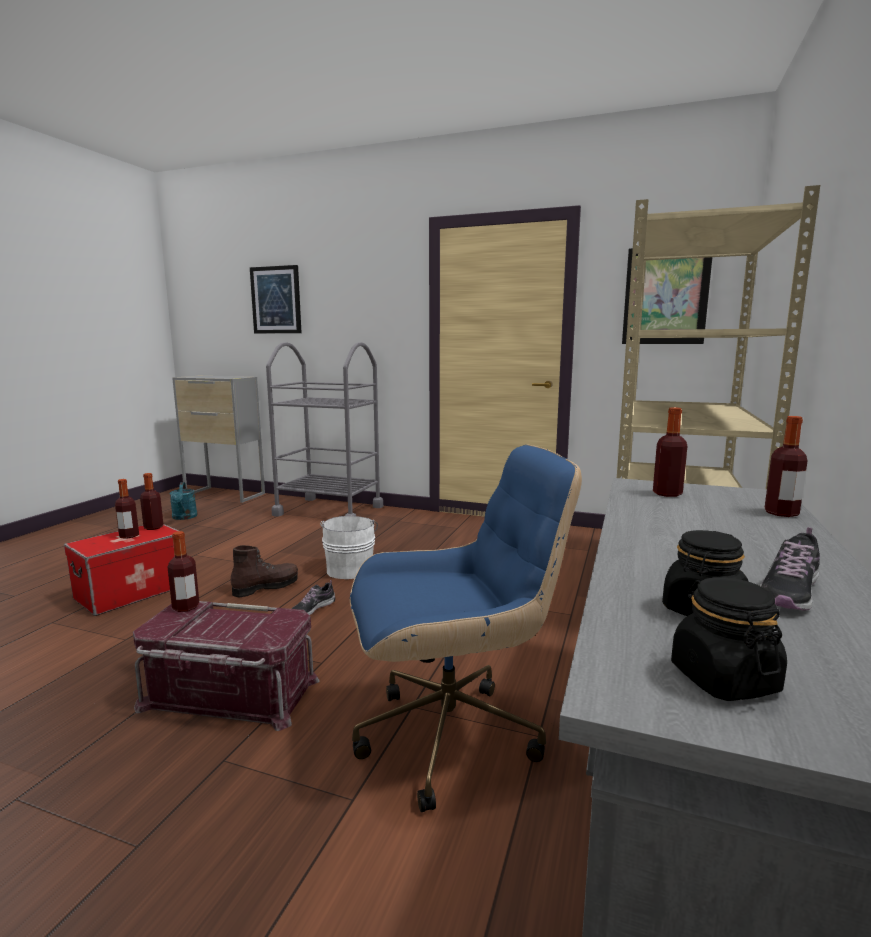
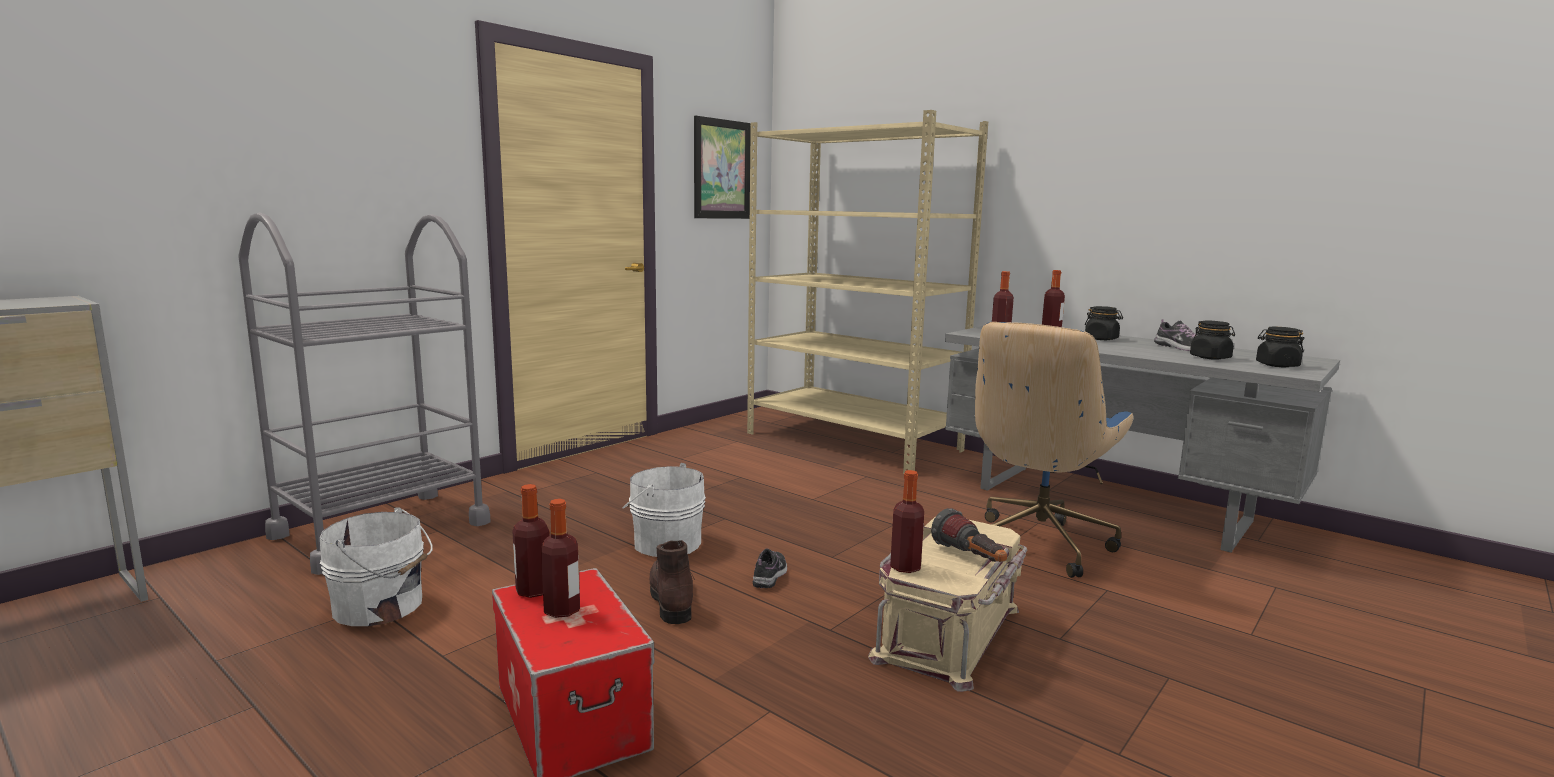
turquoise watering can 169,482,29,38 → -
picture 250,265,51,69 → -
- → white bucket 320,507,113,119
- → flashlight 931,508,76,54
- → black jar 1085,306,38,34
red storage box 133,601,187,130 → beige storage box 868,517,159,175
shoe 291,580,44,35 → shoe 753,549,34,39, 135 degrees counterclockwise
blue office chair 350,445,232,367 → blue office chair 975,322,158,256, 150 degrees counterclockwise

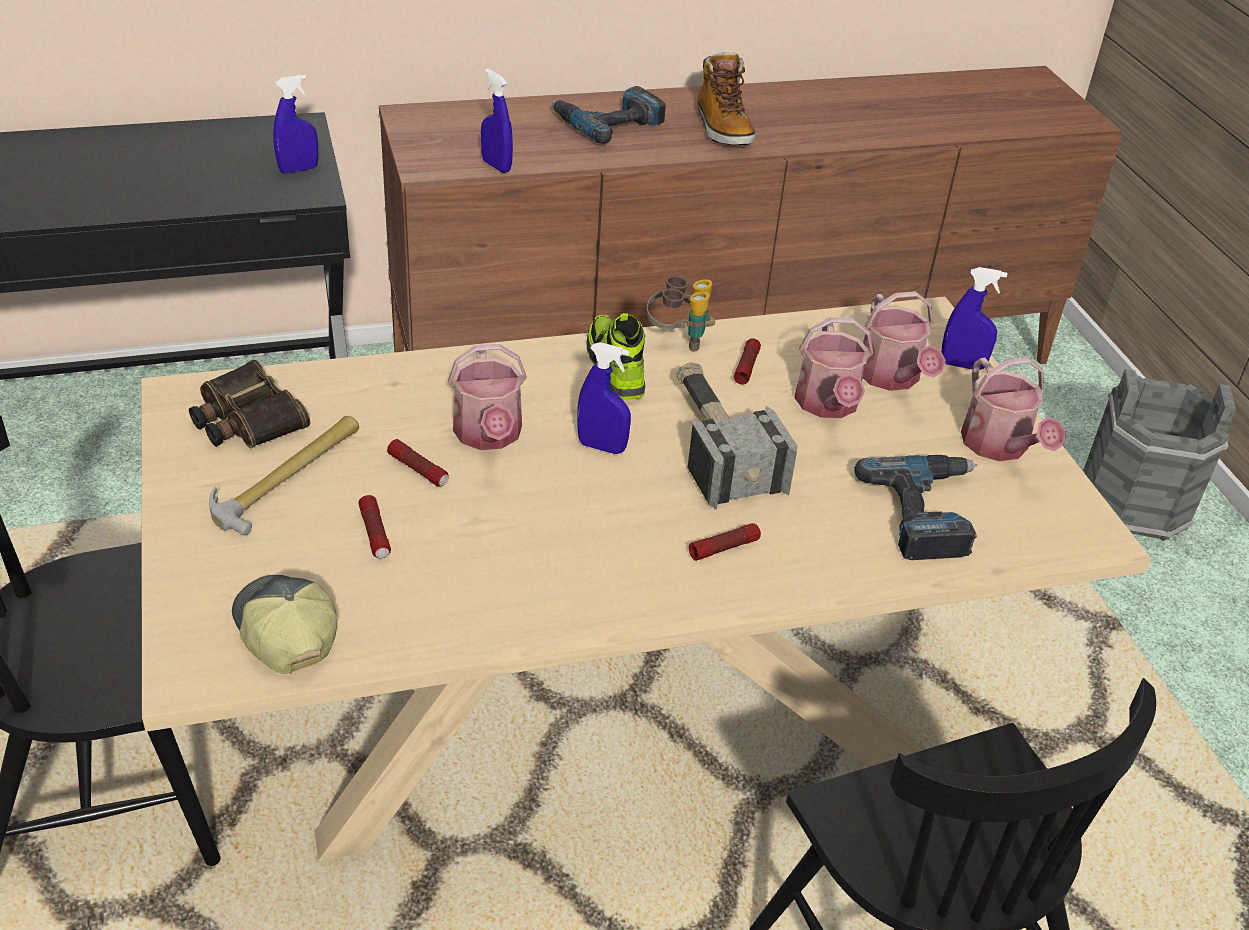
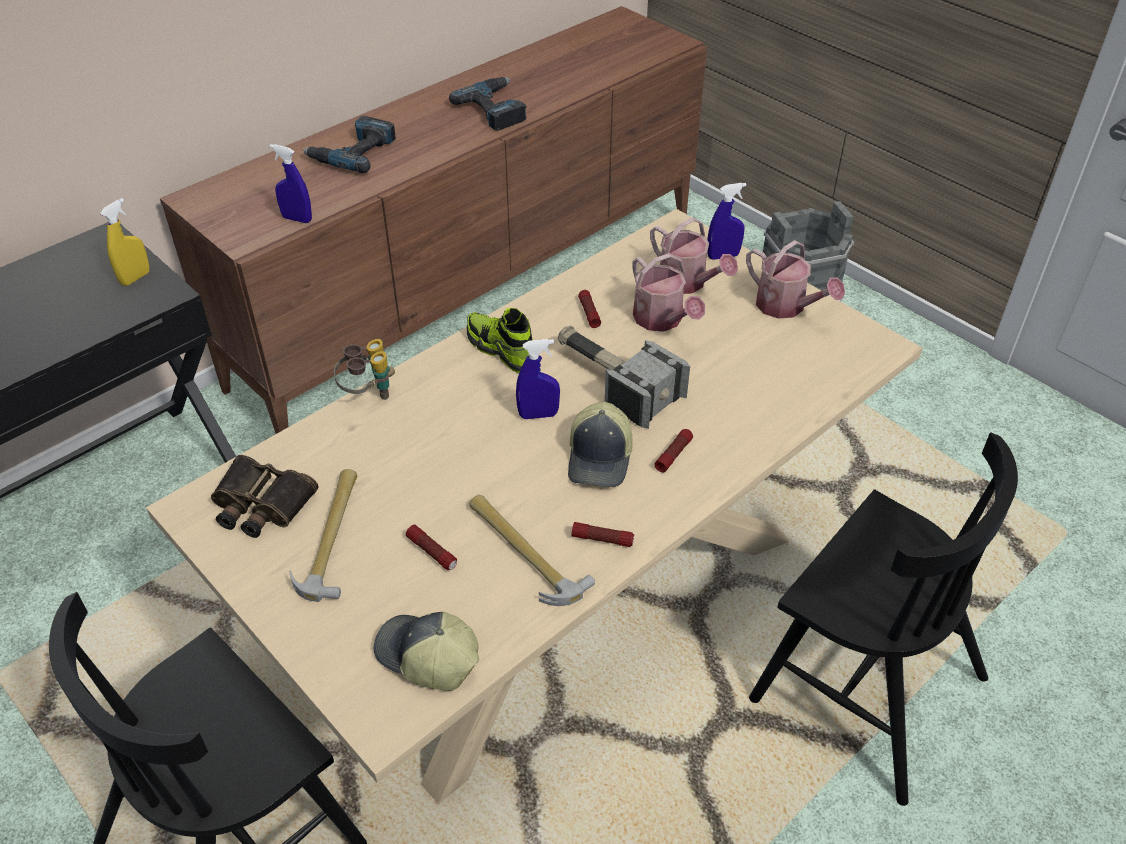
watering can 448,344,79,106 → -
boot 697,52,59,93 → -
- → hammer 469,495,126,111
- → cap 568,402,65,85
flashlight 387,439,62,48 → flashlight 571,522,63,25, shifted
binoculars 646,276,69,76 → binoculars 334,339,61,61, shifted
power drill 854,455,124,105 → power drill 449,77,78,54, shifted
blue spray bottle 273,75,45,99 → yellow spray bottle 100,198,49,88

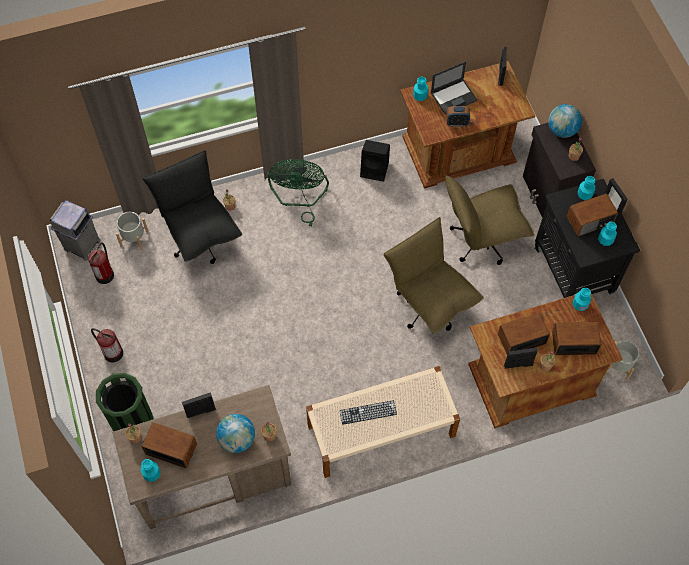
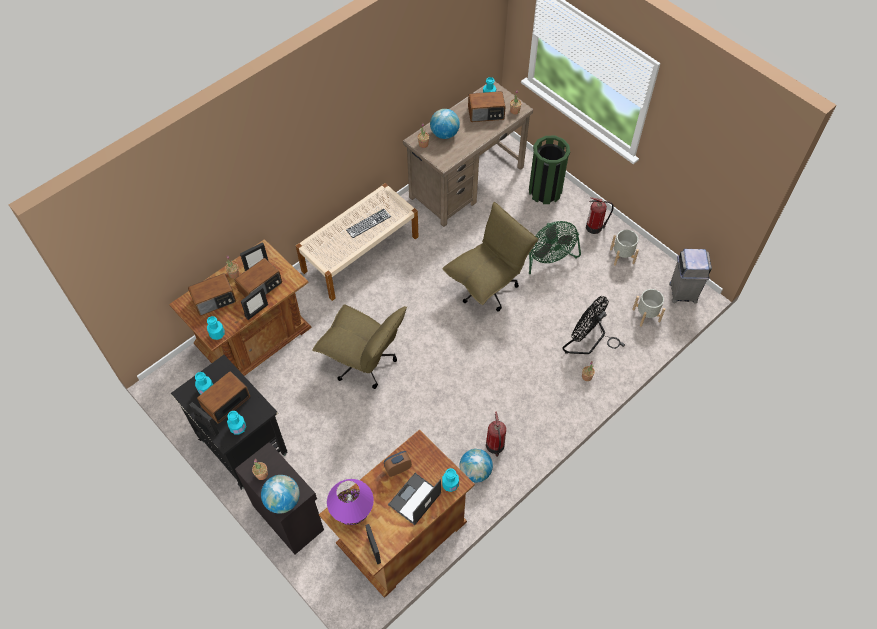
- → purple table lamp 327,479,47,46
fire extinguisher 88,242,26,42 → fire extinguisher 486,411,20,46, shifted
picture frame 182,392,34,26 → picture frame 241,286,27,34, shifted
green fan 267,159,62,68 → green fan 529,221,52,53, shifted
beige office chair 445,175,90,90 → beige office chair 442,202,96,109, shifted
grey planter 605,340,34,40 → grey planter 610,230,29,36, shifted
black office chair 143,150,99,114 → black fan 563,296,62,58
black speaker 360,140,30,42 → globe 460,449,33,34

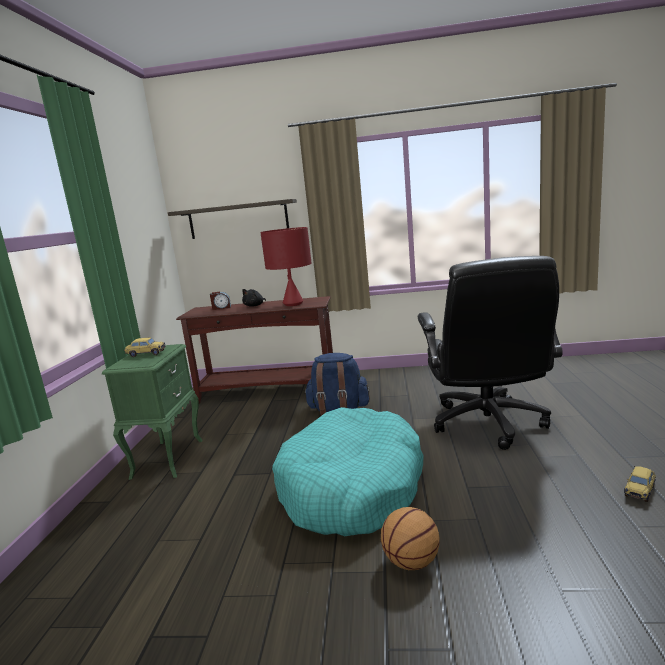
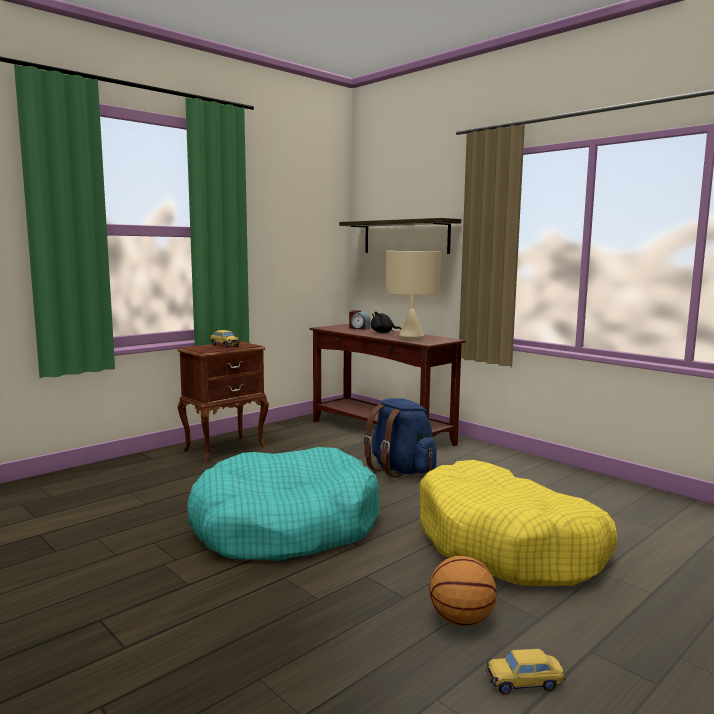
basketball 381,507,59,63 → basketball 429,556,68,70, shifted
black office chair 418,256,145,194 → yellow dog bed 420,460,198,126
green nightstand 102,344,101,136 → brown nightstand 178,341,91,122
red table lamp 260,227,51,79 → beige table lamp 386,251,55,89

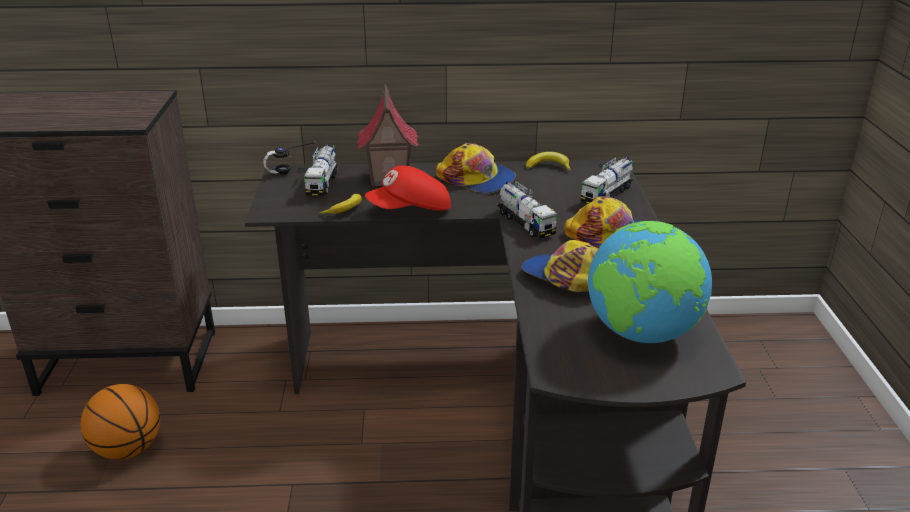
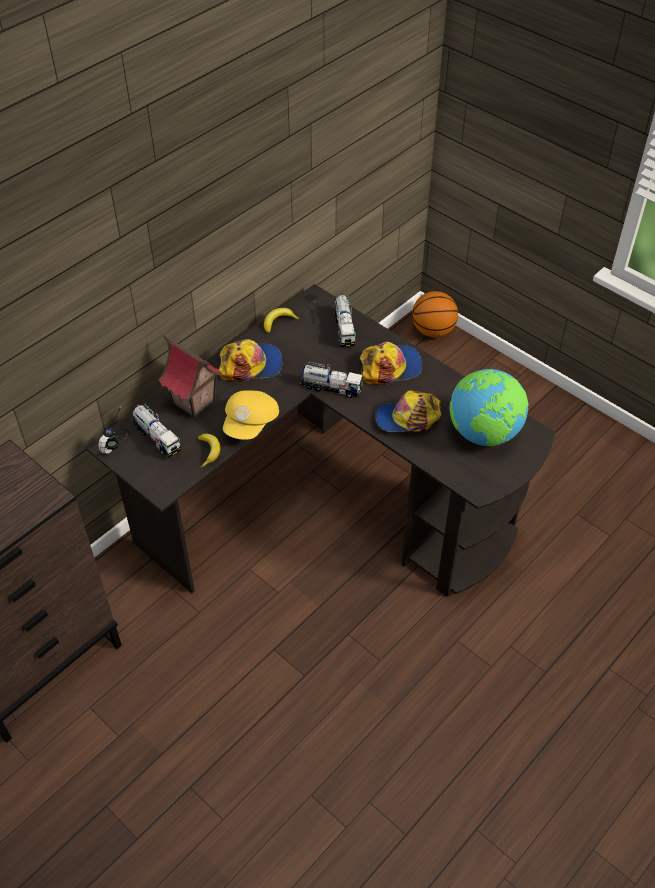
basketball 80,384,80,76 → basketball 412,291,46,46, shifted
red cap 365,165,86,46 → yellow cap 223,390,56,50

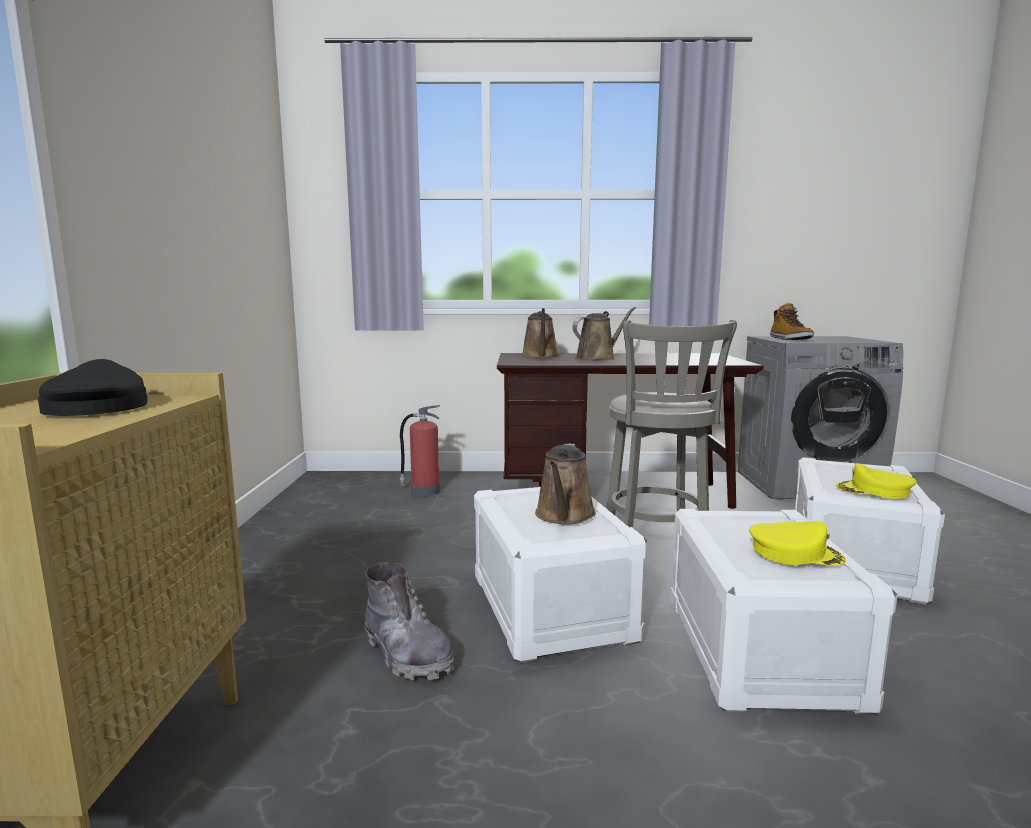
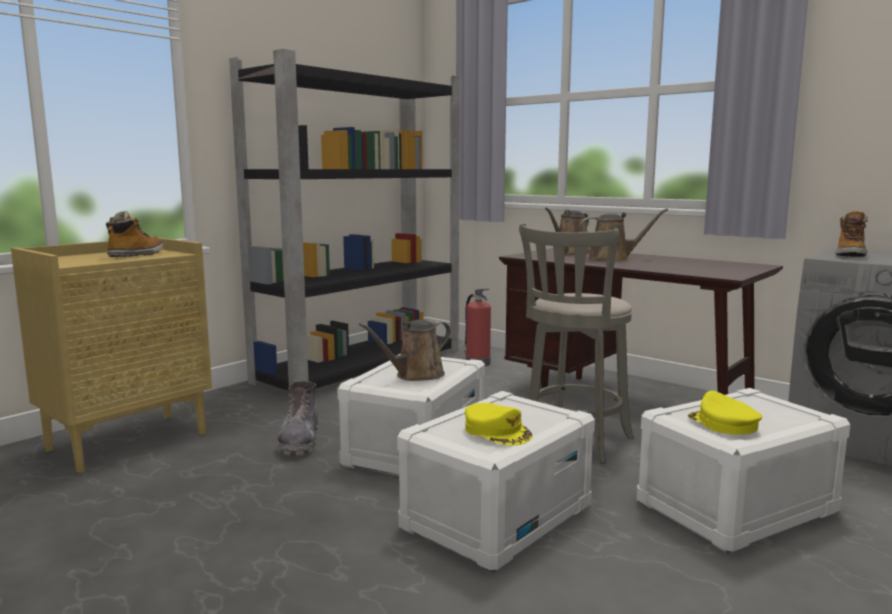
- → black bookcase 229,49,231,342
black cap 38,359,109,57 → boot 106,211,57,46

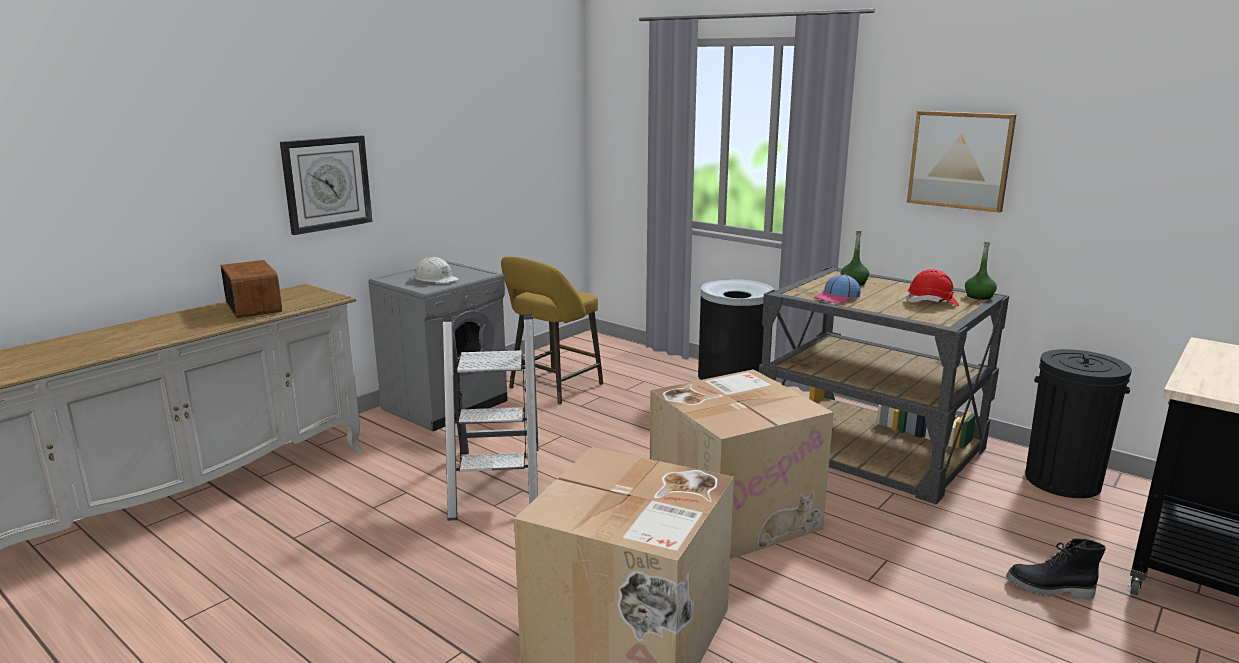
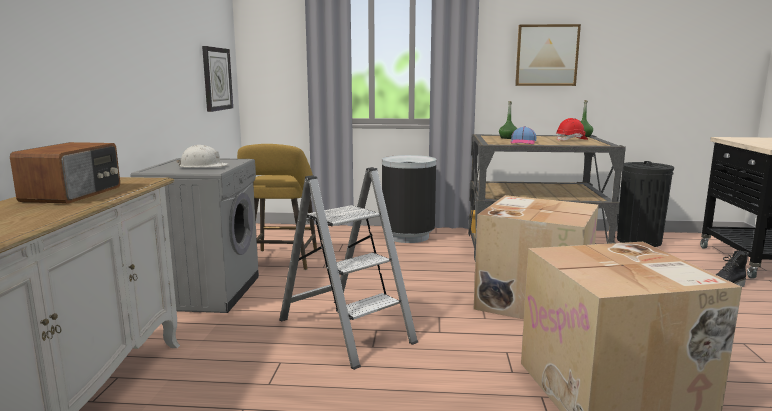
wall clock 280,136,92,99 → wall clock 202,46,31,66, shifted
radio 220,260,62,58 → radio 10,142,110,62, 75 degrees clockwise

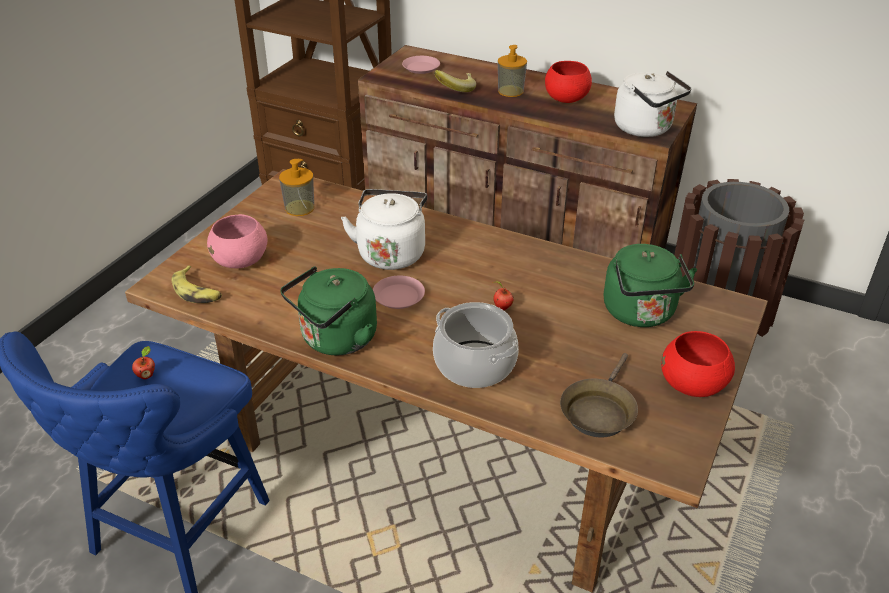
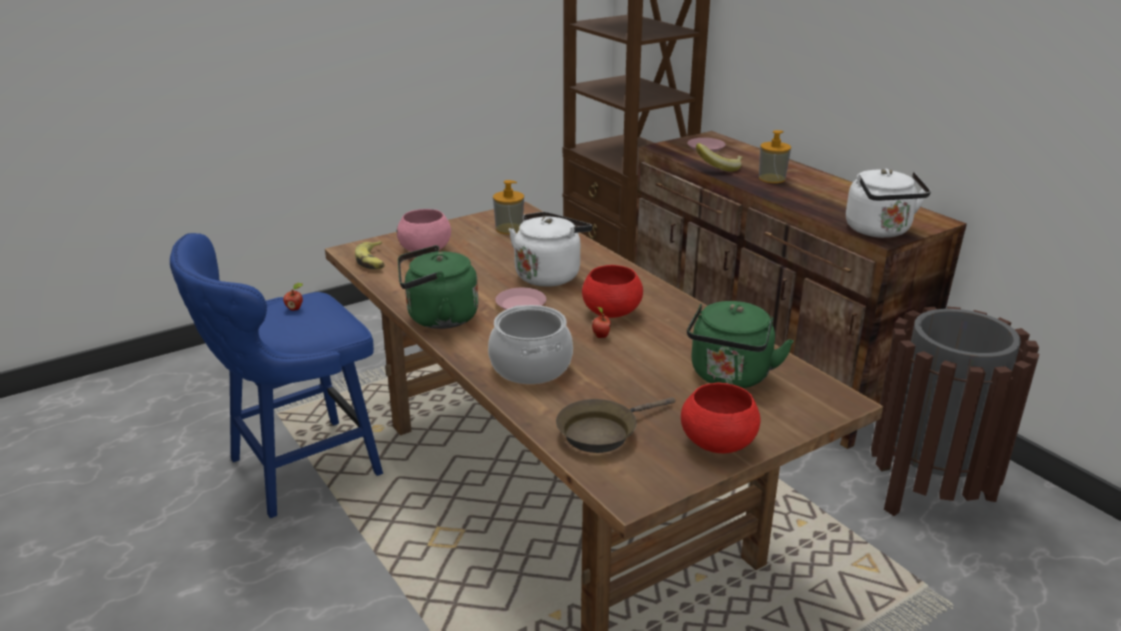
red bowl 545,61,47,42 → red bowl 582,265,61,53, shifted

